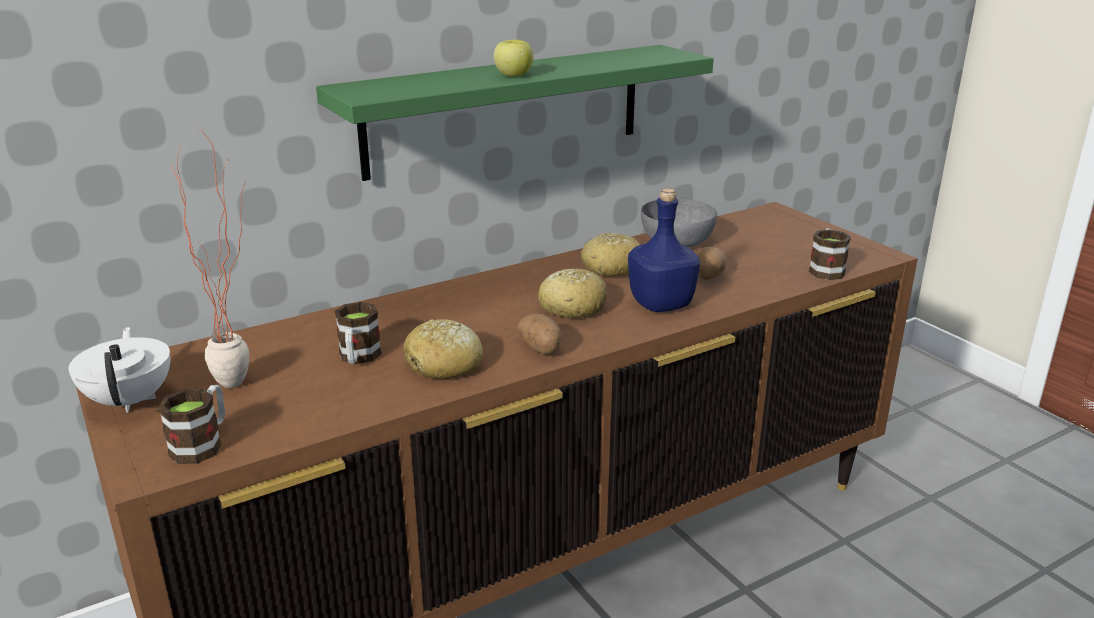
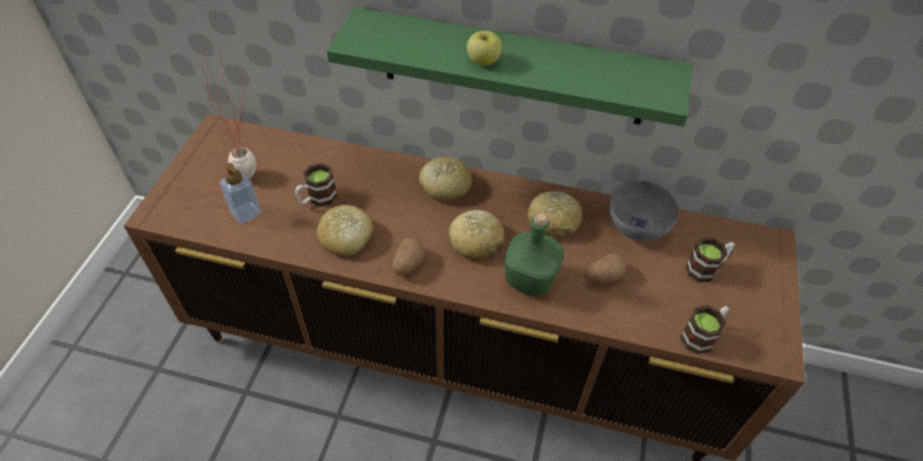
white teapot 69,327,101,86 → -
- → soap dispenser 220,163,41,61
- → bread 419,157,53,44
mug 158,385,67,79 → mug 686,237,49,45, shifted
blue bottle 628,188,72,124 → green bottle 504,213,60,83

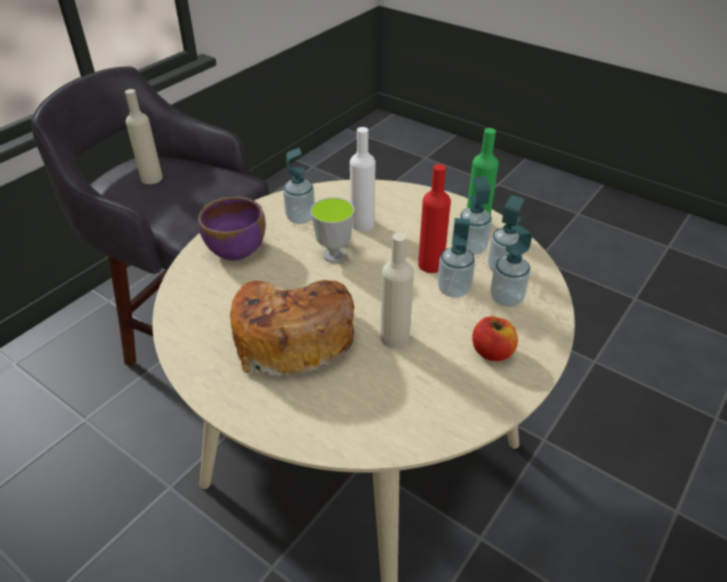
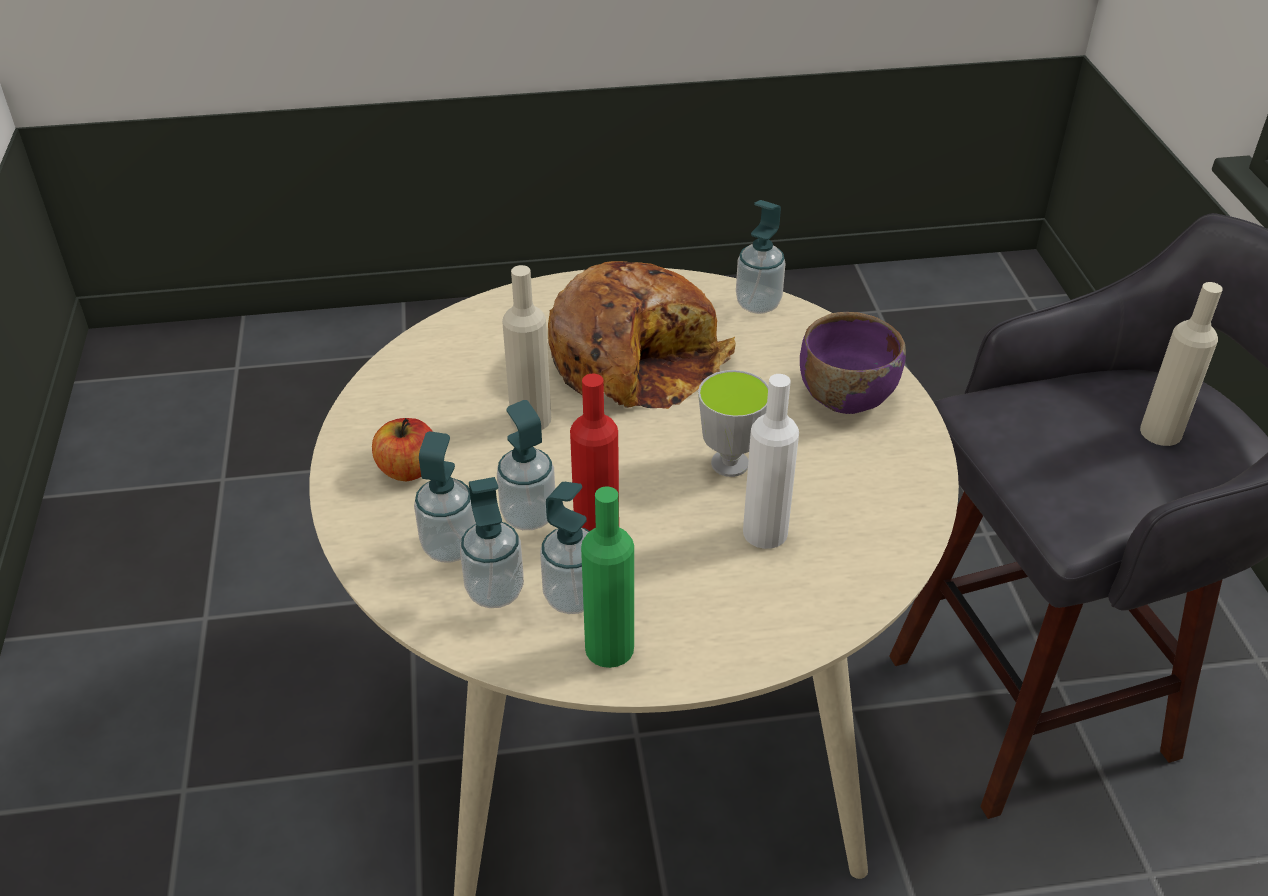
soap dispenser 283,148,32,76 → soap dispenser 736,200,49,114, shifted

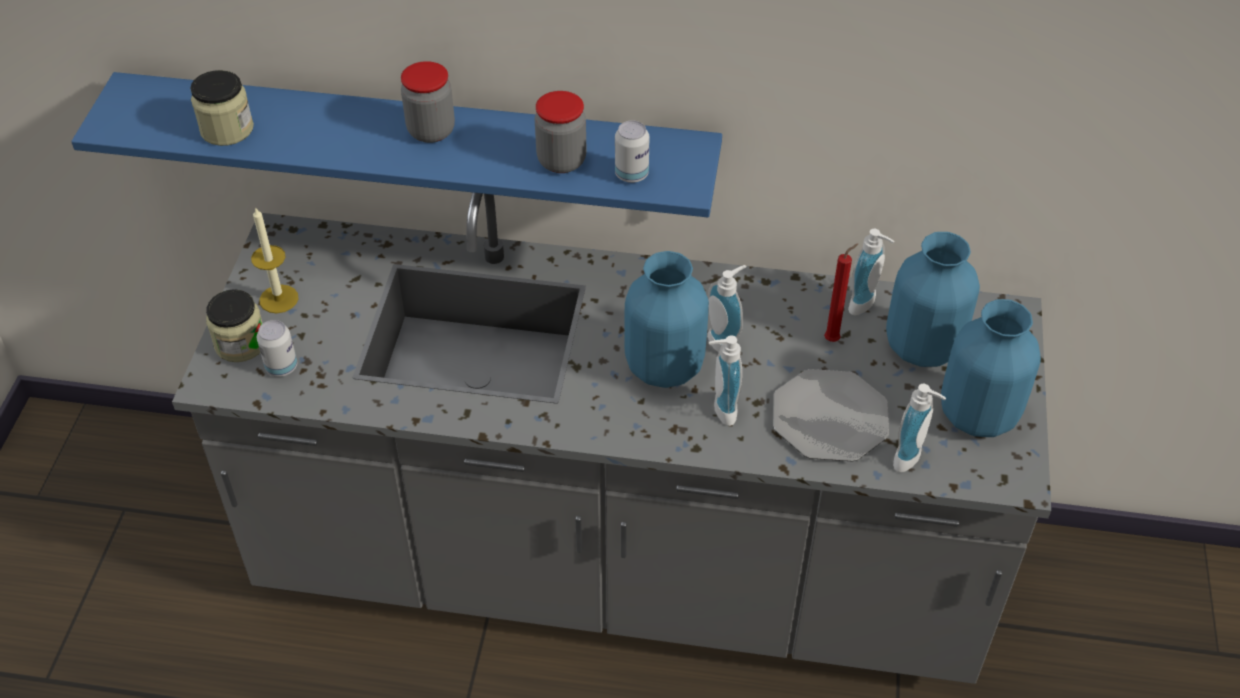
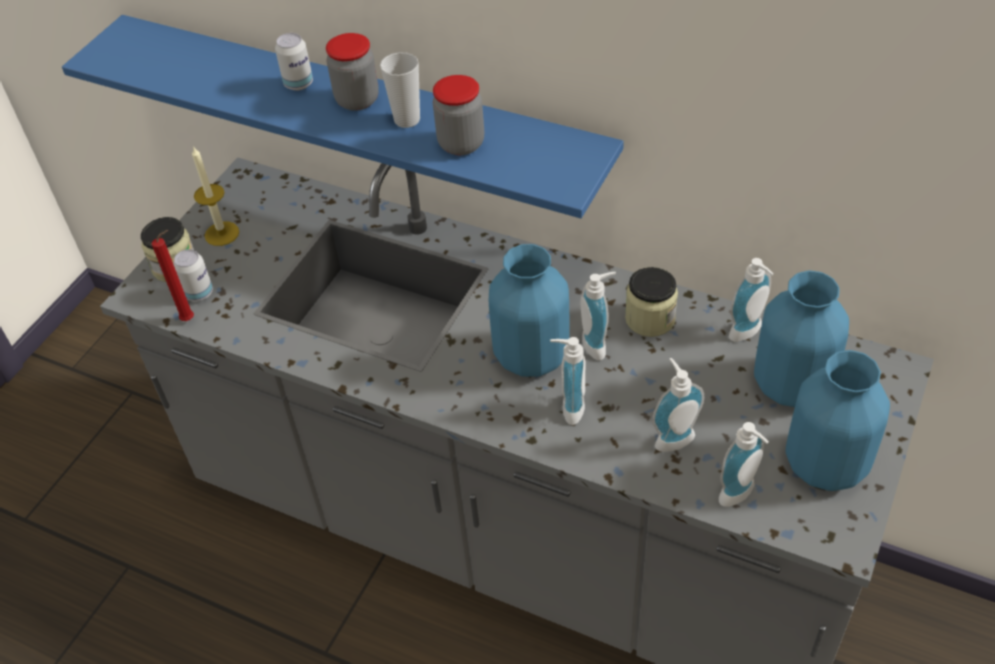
- → cup 380,52,40,76
jar 190,70,64,76 → jar 625,267,53,70, shifted
can 615,121,34,62 → can 275,33,38,58, shifted
red candle 824,243,35,99 → red candle 151,230,43,91, shifted
plate 773,369,116,93 → soap dispenser 652,358,52,94

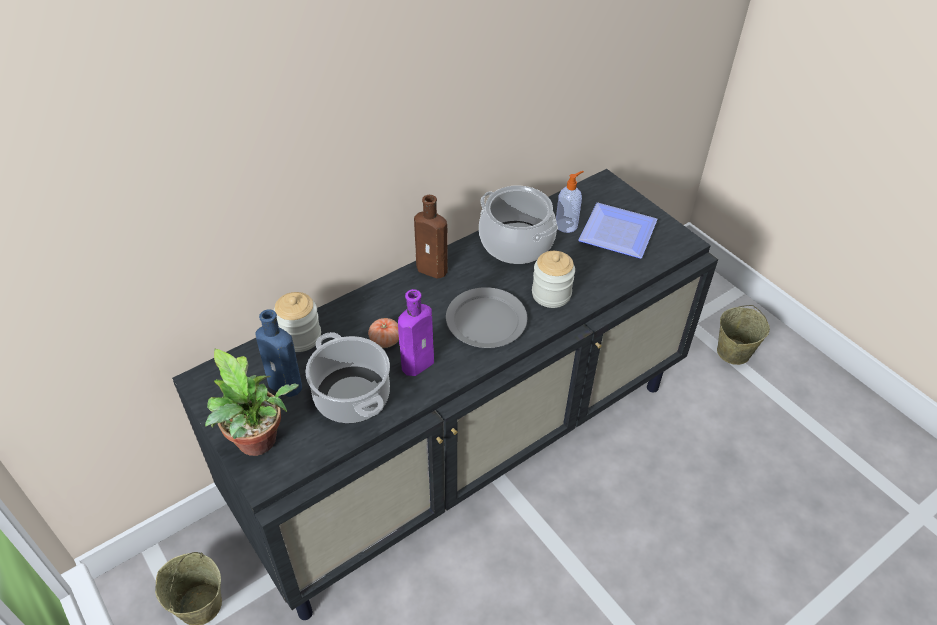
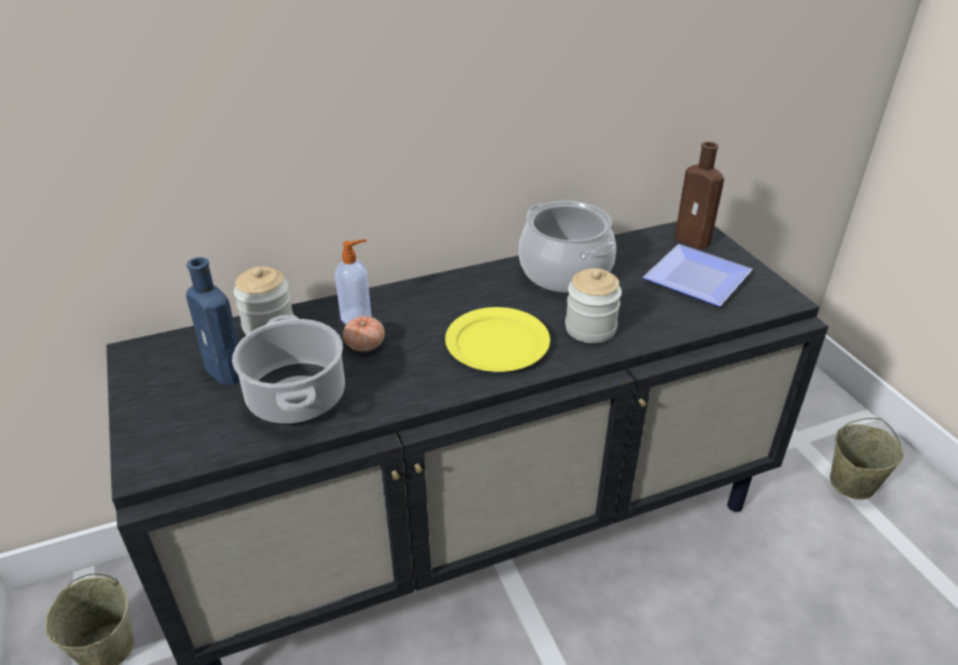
potted plant 205,349,94,107 → -
purple bottle 398,289,36,87 → -
brown bottle 414,195,34,84 → brown bottle 675,142,49,107, shifted
soap dispenser 556,171,28,62 → soap dispenser 335,239,37,85, shifted
grey plate 446,287,81,61 → yellow plate 445,307,105,65

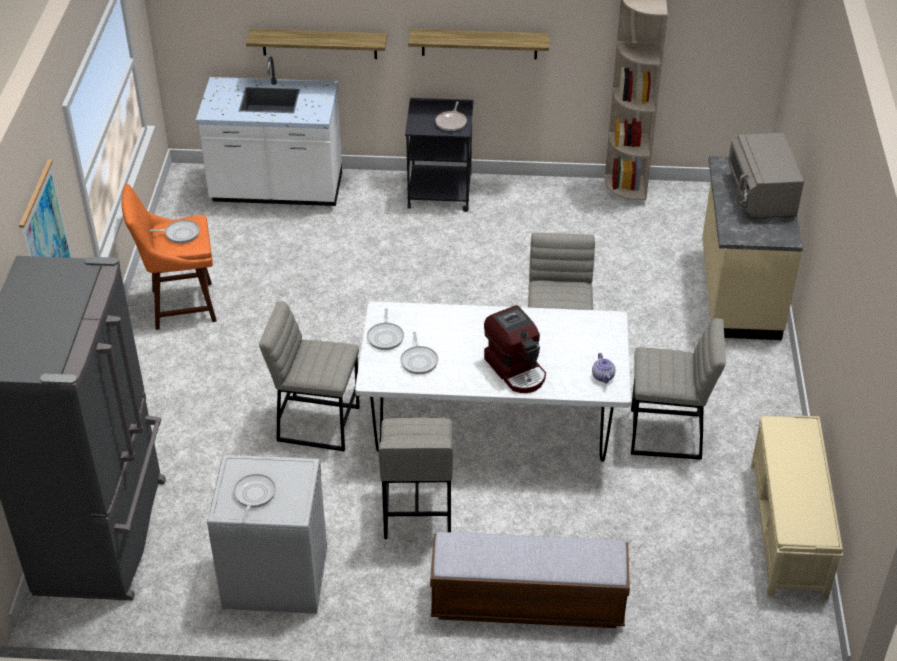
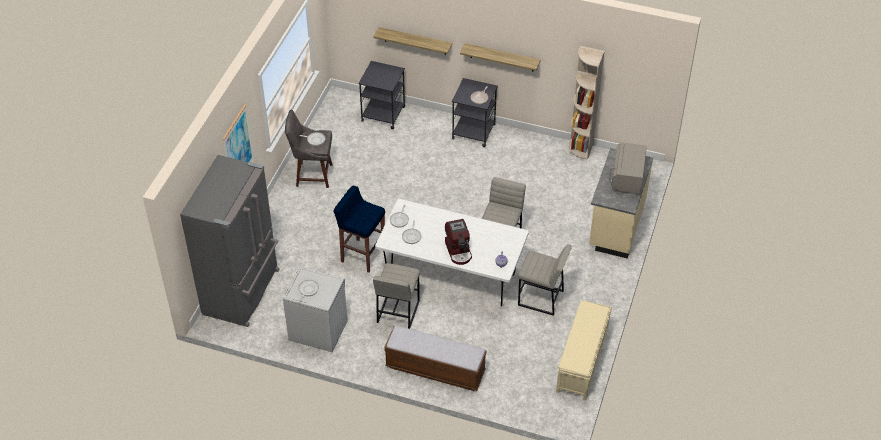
white counter 196,56,146,150 → black cart 358,61,47,68
grey chair 259,301,101,150 → blue stool 333,186,52,87
orange stool 122,184,95,146 → grey stool 285,110,47,78

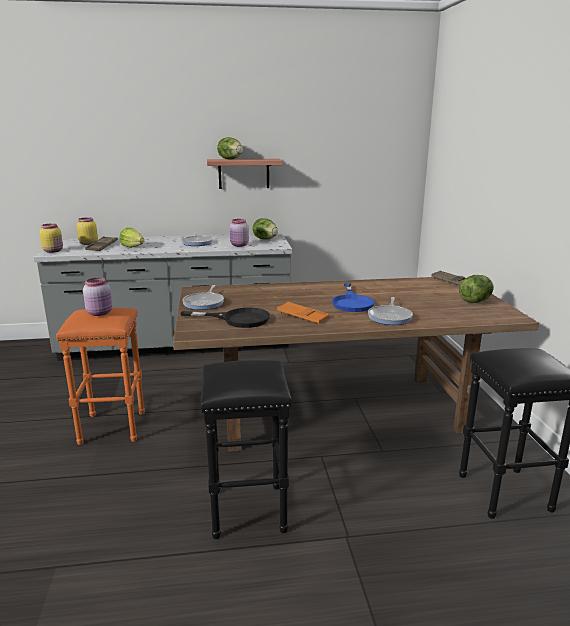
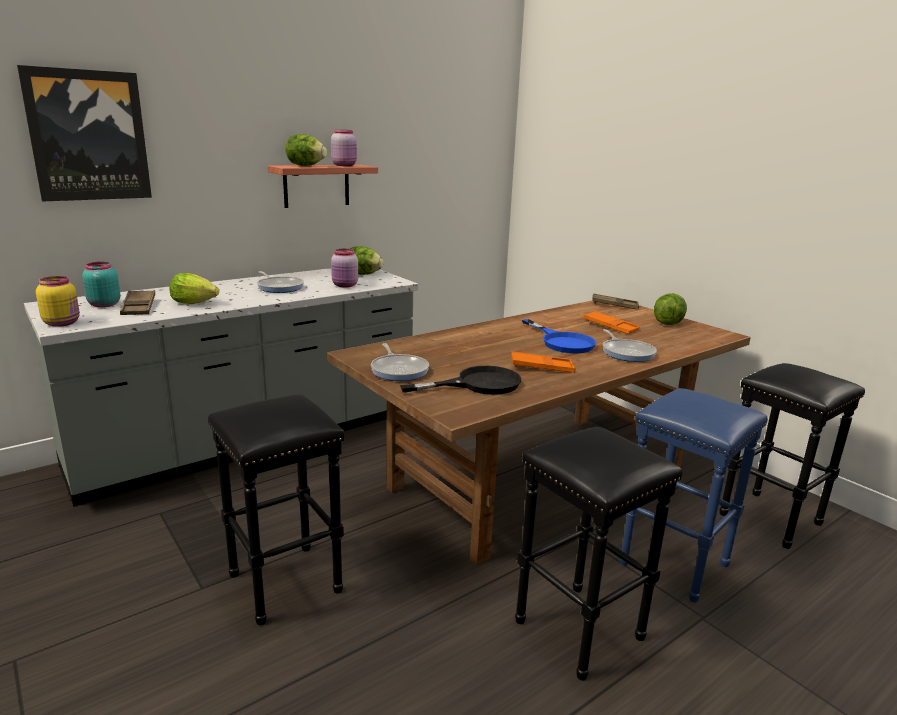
- → picture 17,65,135,137
- → orange tray 584,311,56,23
- → blue stool 620,388,148,215
pink jar 83,278,29,38 → pink jar 331,130,26,36, shifted
orange stool 56,308,89,137 → black stool 208,395,137,230
yellow jar 76,217,22,28 → turquoise jar 82,262,38,45

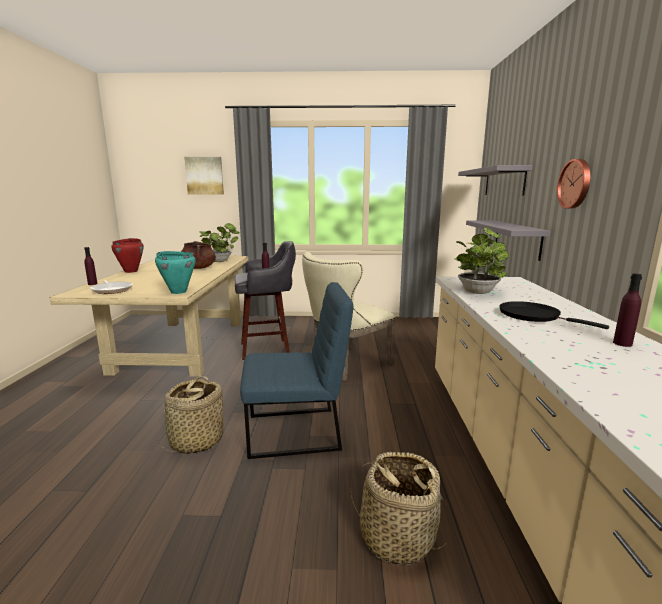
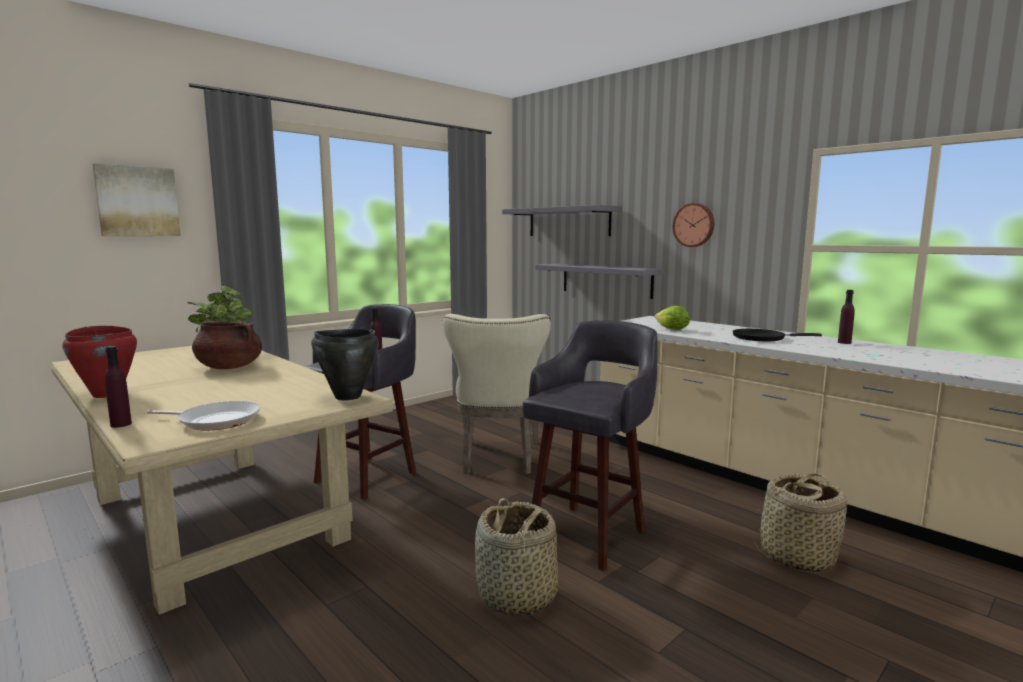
blue chair 240,282,113,177 → grey stool 523,321,135,250
potted plant 454,227,55,67 → lettuce 655,306,35,24
turquoise cooking pot 155,251,41,43 → black cooking pot 311,329,68,71

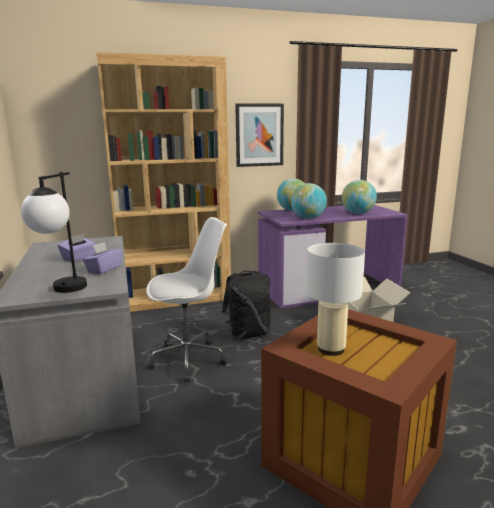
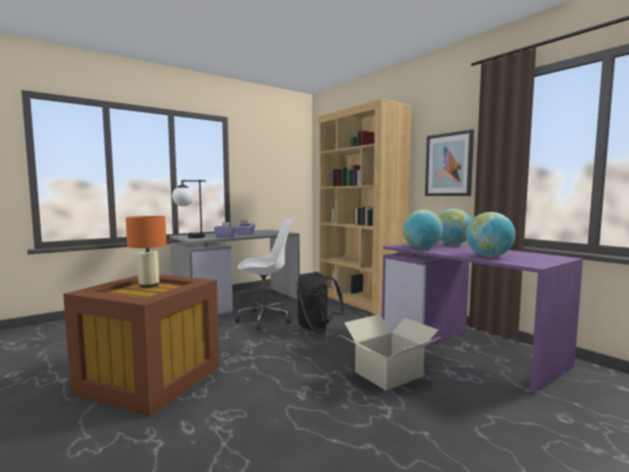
white table lamp 306,243,59,113 → orange table lamp 126,216,40,72
white office chair 146,217,82,165 → white office chair 234,219,60,111, 60 degrees counterclockwise

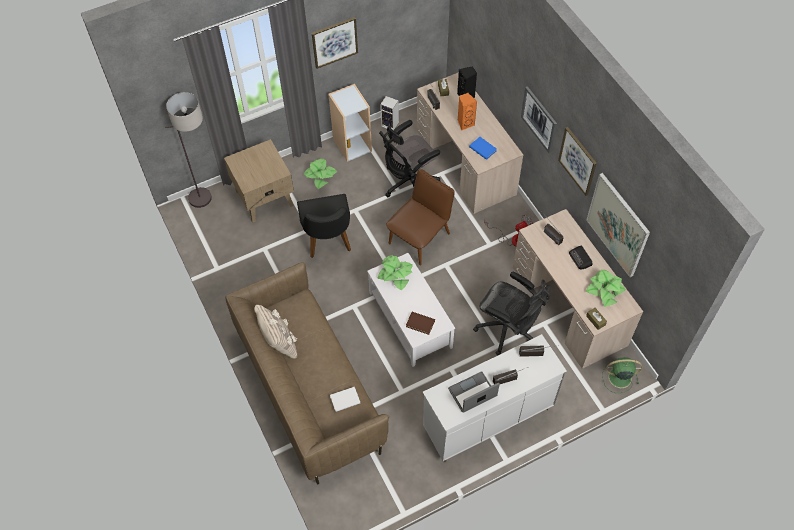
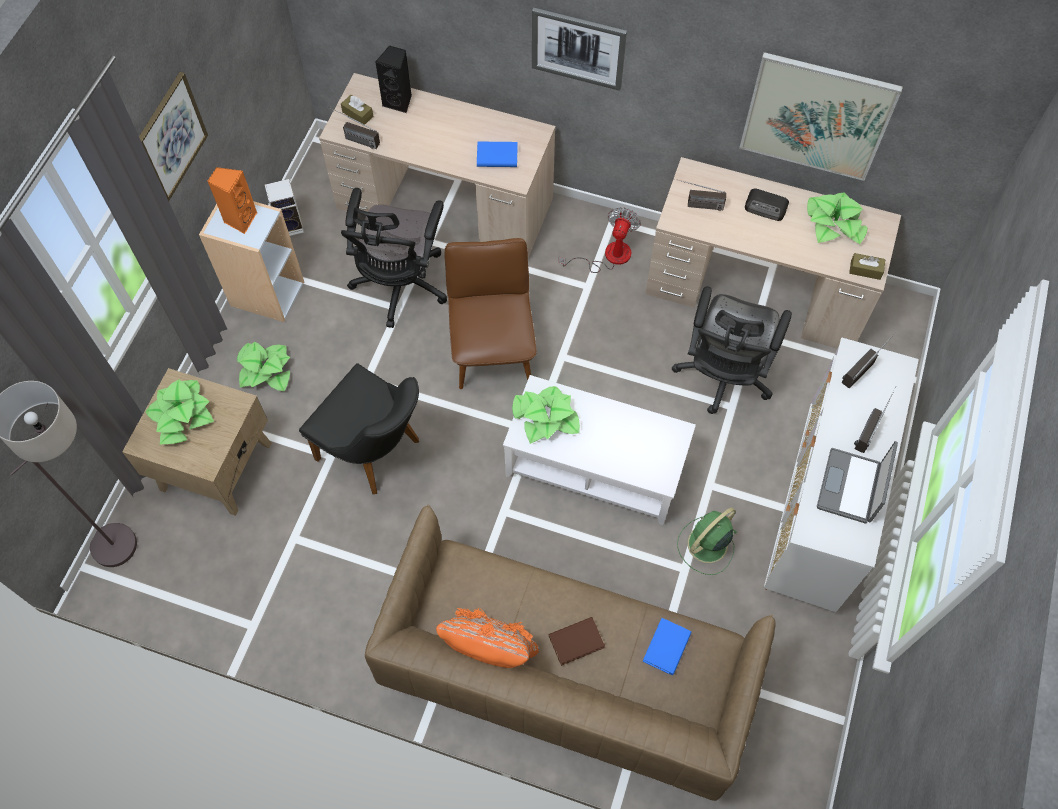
picture 558,127,39,69 → -
- → potted plant 145,379,69,65
brown book 406,312,29,23 → brown book 549,617,56,49, shifted
orange speaker 458,93,19,38 → orange speaker 207,167,51,67, shifted
green fan 602,357,40,36 → green fan 677,507,60,68, shifted
beige pillow 254,305,44,54 → orange pillow 436,608,103,60
white book 330,387,30,25 → blue book 643,618,48,57
office chair 473,272,78,83 → office chair 672,286,120,128, 120 degrees clockwise

